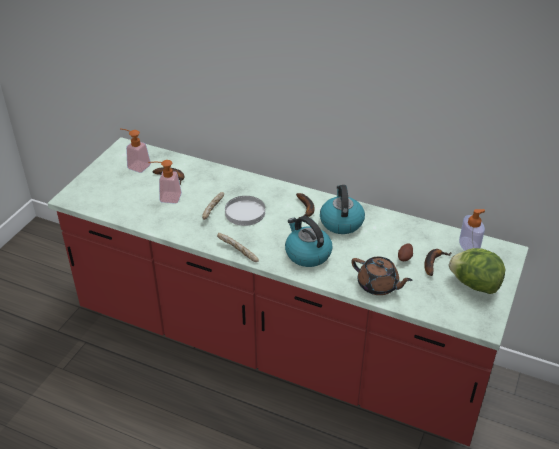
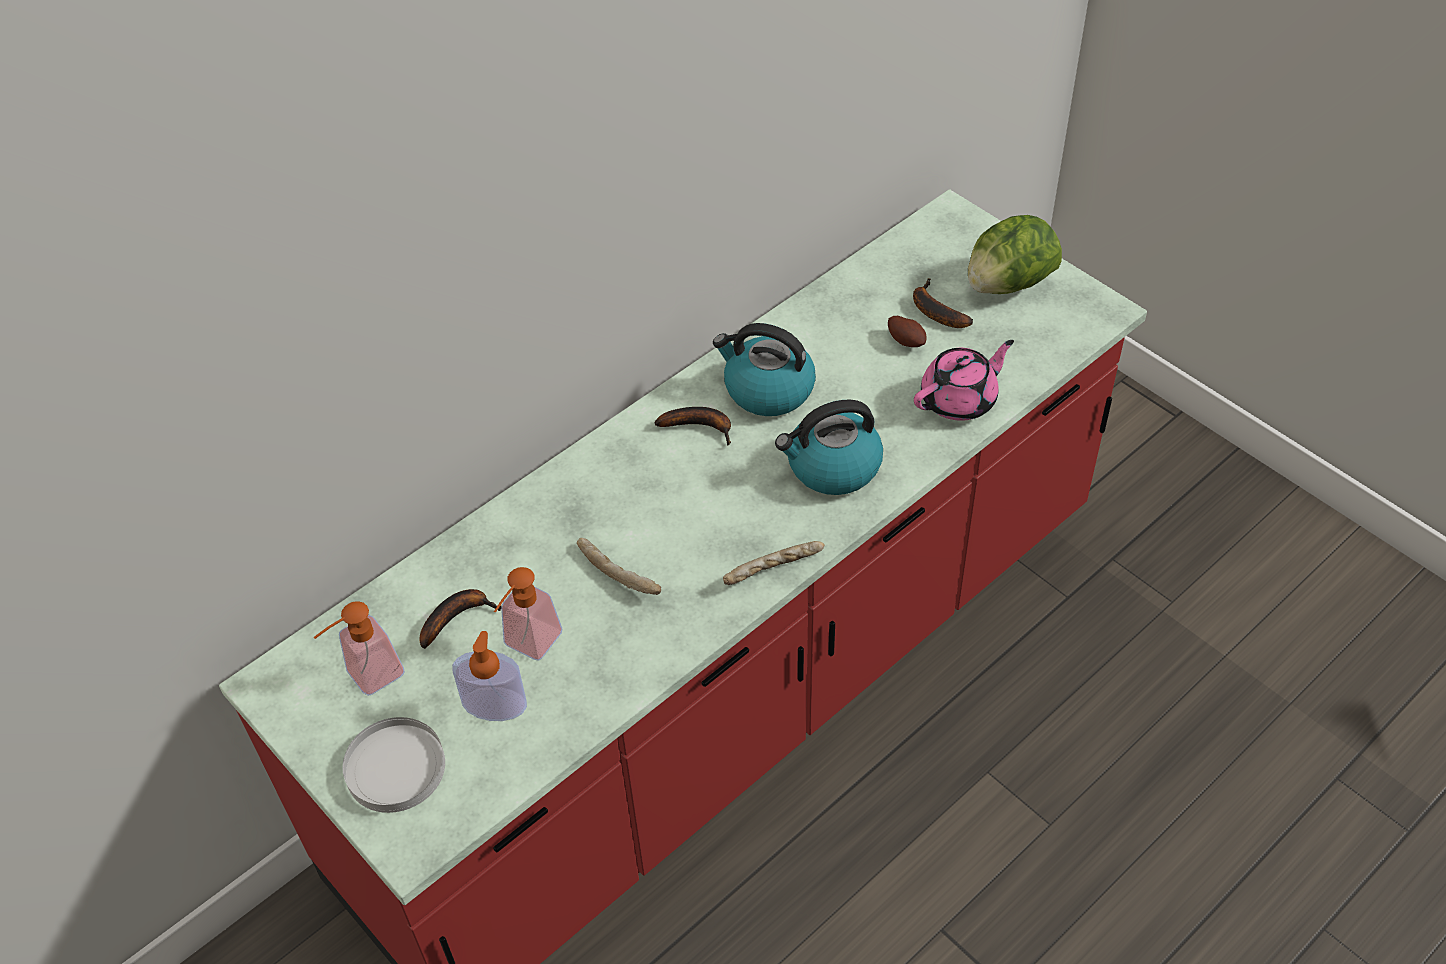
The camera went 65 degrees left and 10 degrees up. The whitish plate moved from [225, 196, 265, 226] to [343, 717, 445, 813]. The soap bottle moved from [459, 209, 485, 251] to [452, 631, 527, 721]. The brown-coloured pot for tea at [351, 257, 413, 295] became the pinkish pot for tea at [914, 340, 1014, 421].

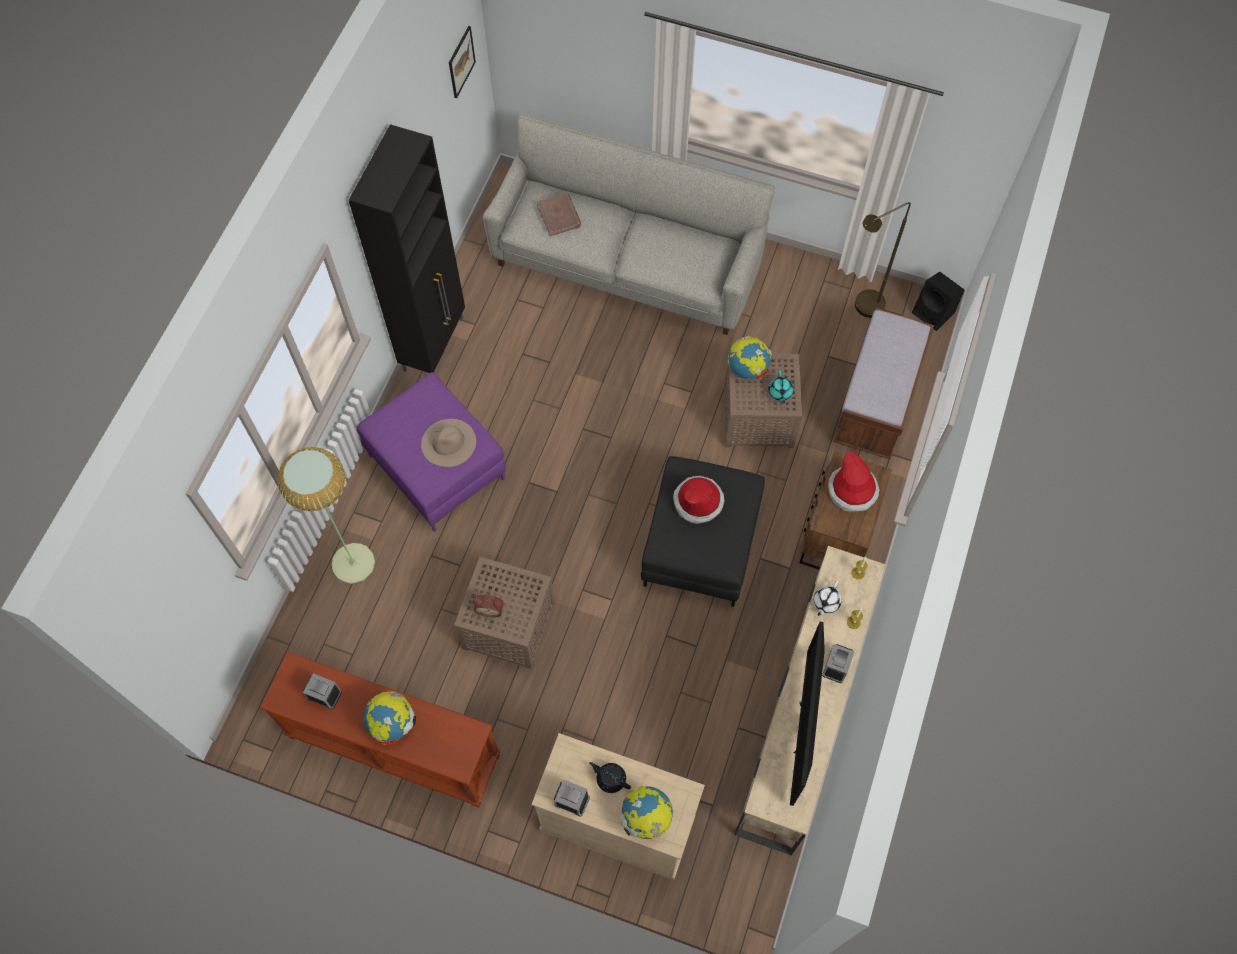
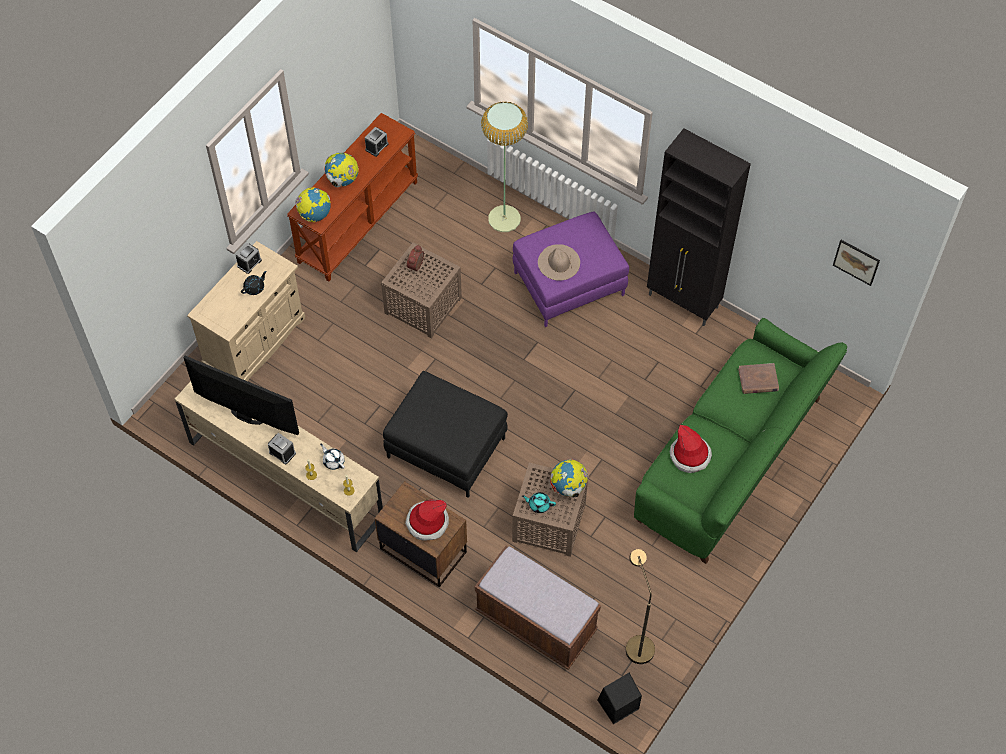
The camera went 105 degrees right and 5 degrees down. The globe moved from [621, 786, 673, 839] to [295, 188, 331, 222]. The gray sofa at [483, 114, 775, 335] became the green-coloured sofa at [634, 318, 847, 564]. The hat moved from [673, 476, 724, 524] to [670, 425, 712, 473].

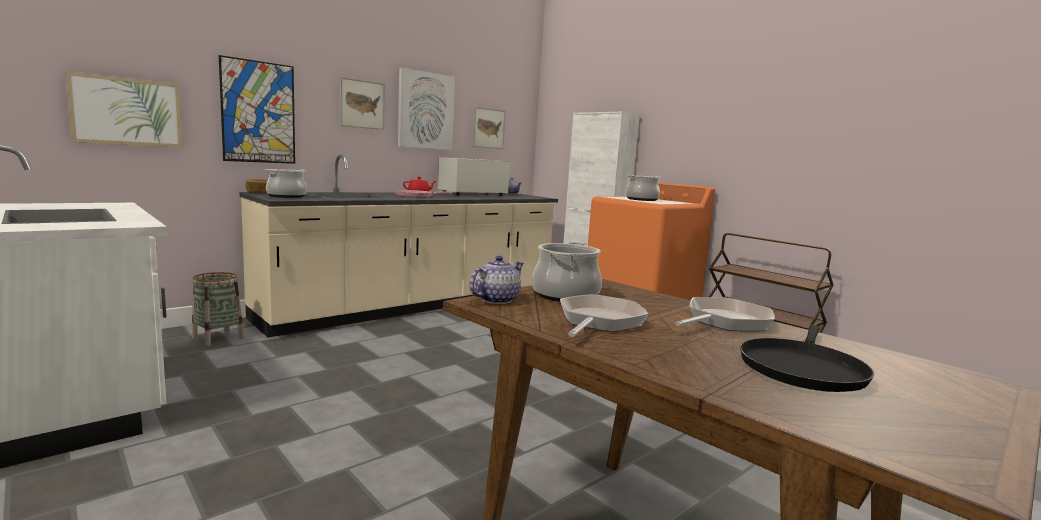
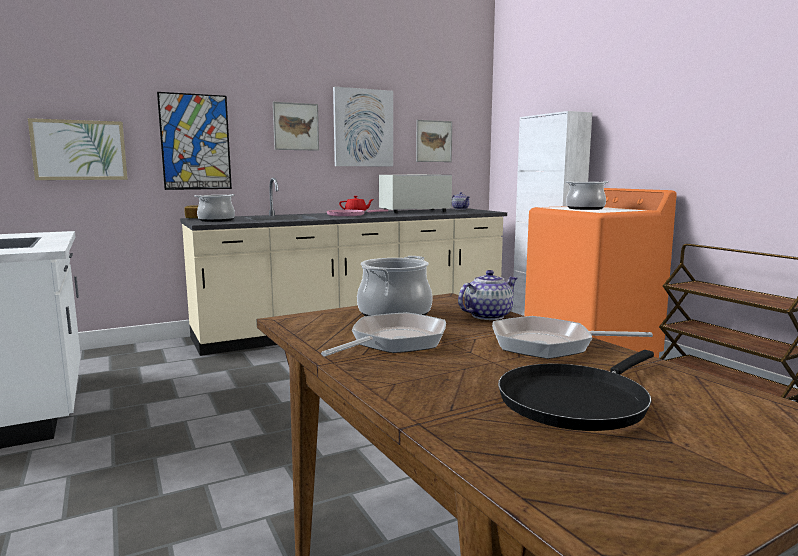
The camera went 15 degrees right and 0 degrees up. The pot for tea moved from [469, 255, 524, 304] to [458, 270, 517, 320]. The pan at [675, 297, 775, 331] turned 150 degrees counterclockwise. The storage basket at [192, 272, 244, 346] disappeared.

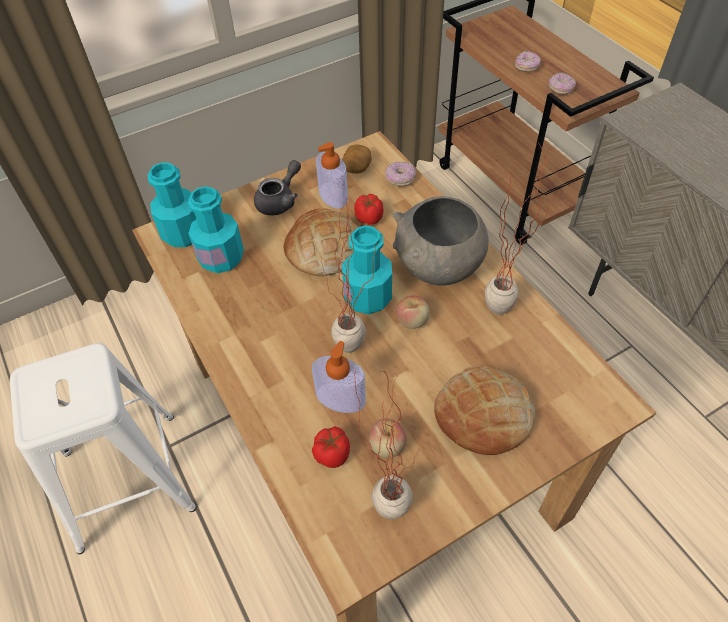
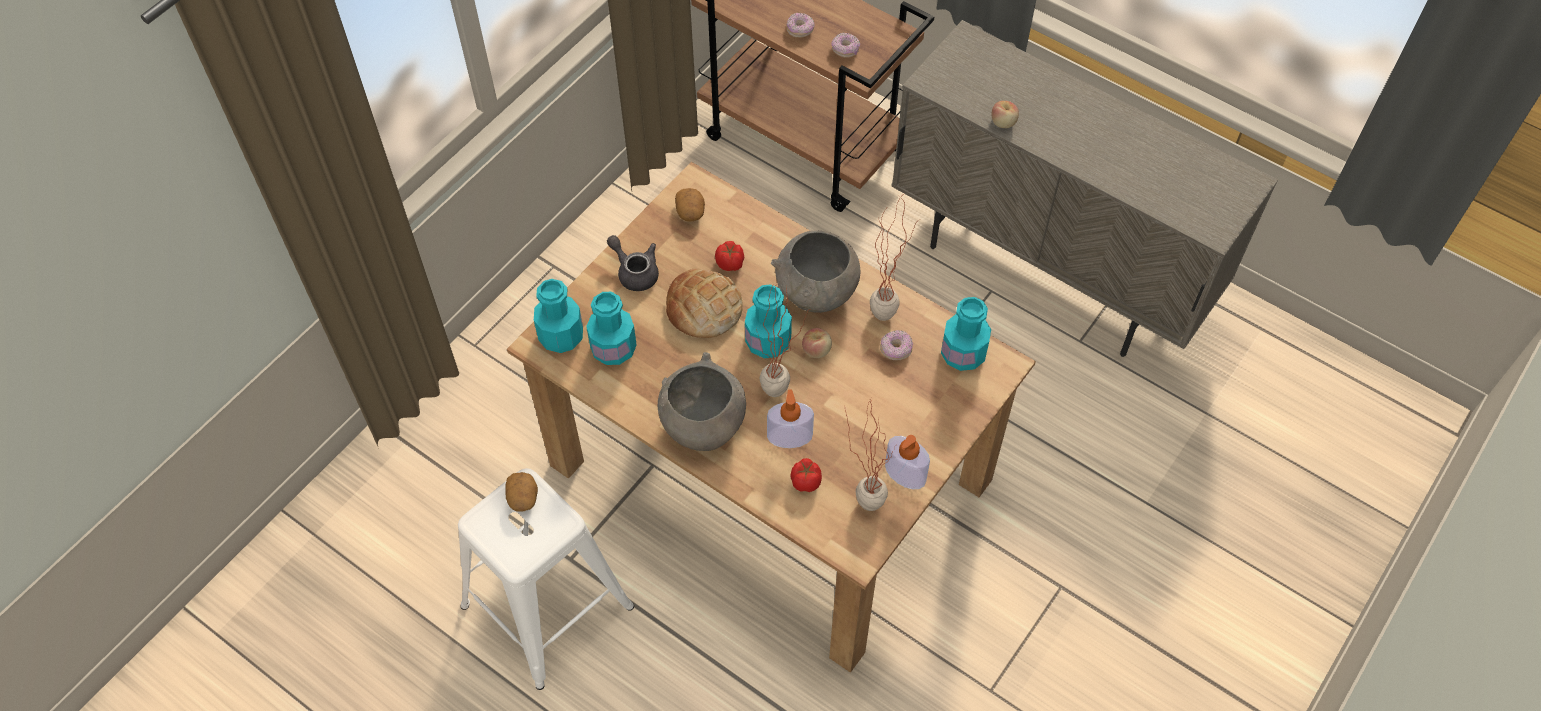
The camera went 25 degrees left and 5 degrees up. The whole potato at [505, 472, 538, 512] appeared. The gray pot for tea at [254, 160, 301, 216] turned 60 degrees counterclockwise. The gray bowl at [658, 352, 746, 451] appeared. The doughnut moved from [385, 162, 416, 186] to [880, 330, 913, 361]. The soap bottle moved from [316, 142, 348, 209] to [885, 435, 930, 489]. The turquoise-coloured bottle at [941, 297, 991, 371] appeared. The apple moved from [369, 418, 407, 458] to [991, 101, 1019, 128]. The bread at [434, 366, 536, 455] disappeared.

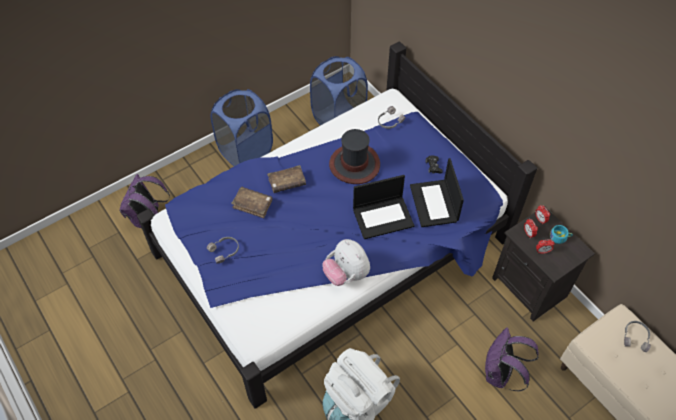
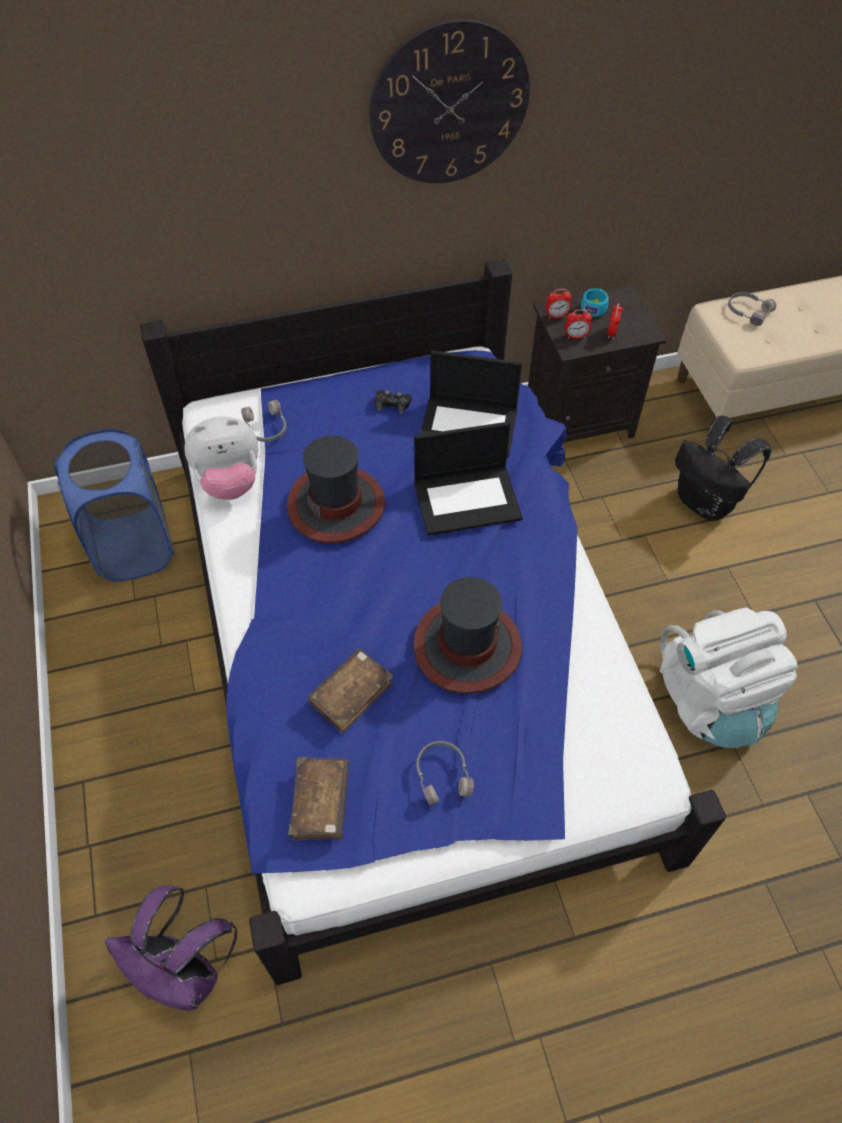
The camera went 70 degrees left and 0 degrees up. The soft toy moved from [323, 239, 370, 286] to [184, 416, 258, 500]. The brown-coloured volume moved from [267, 165, 306, 193] to [289, 757, 349, 840]. The wall clock at [369, 19, 530, 183] appeared. The hat at [413, 577, 522, 694] appeared. The laptop at [353, 175, 415, 239] turned 75 degrees clockwise. The purple knapsack at [485, 327, 539, 391] became the blackish knapsack at [675, 416, 772, 521]. The bluish washing basket at [210, 89, 273, 166] disappeared.

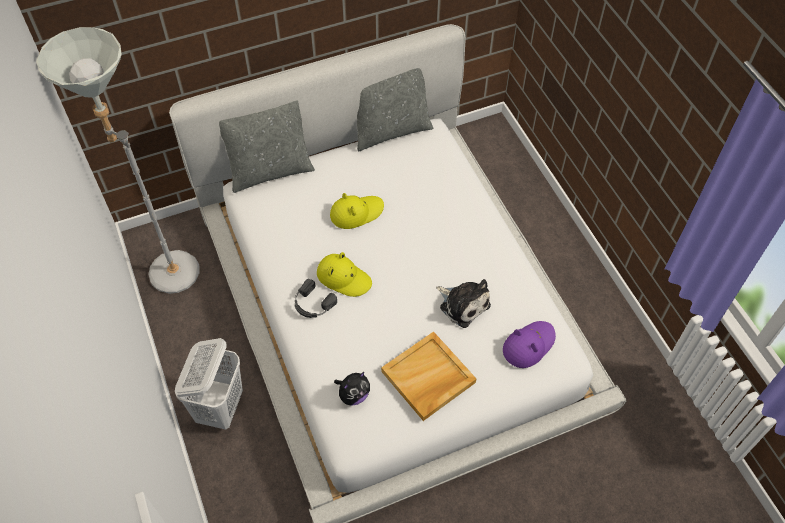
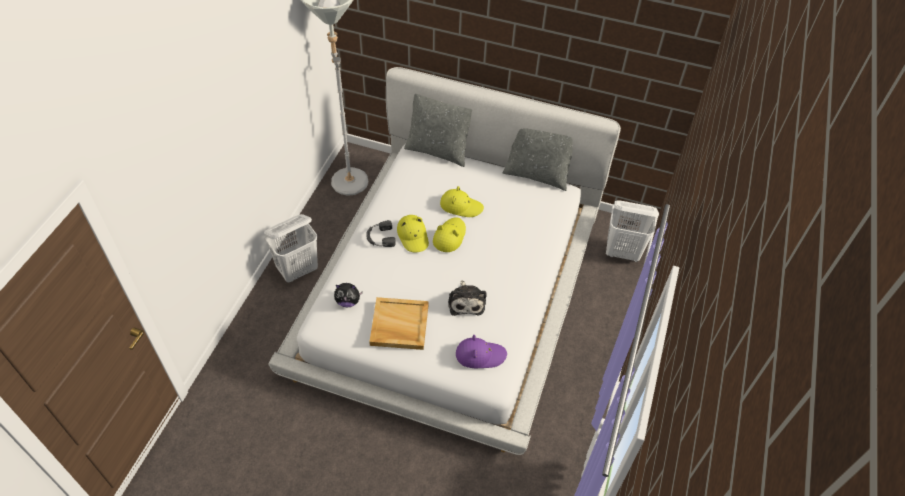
The camera went 40 degrees right and 5 degrees down. The yellow hat at [433, 217, 466, 252] appeared. The whitish washing basket at [606, 200, 659, 262] appeared.

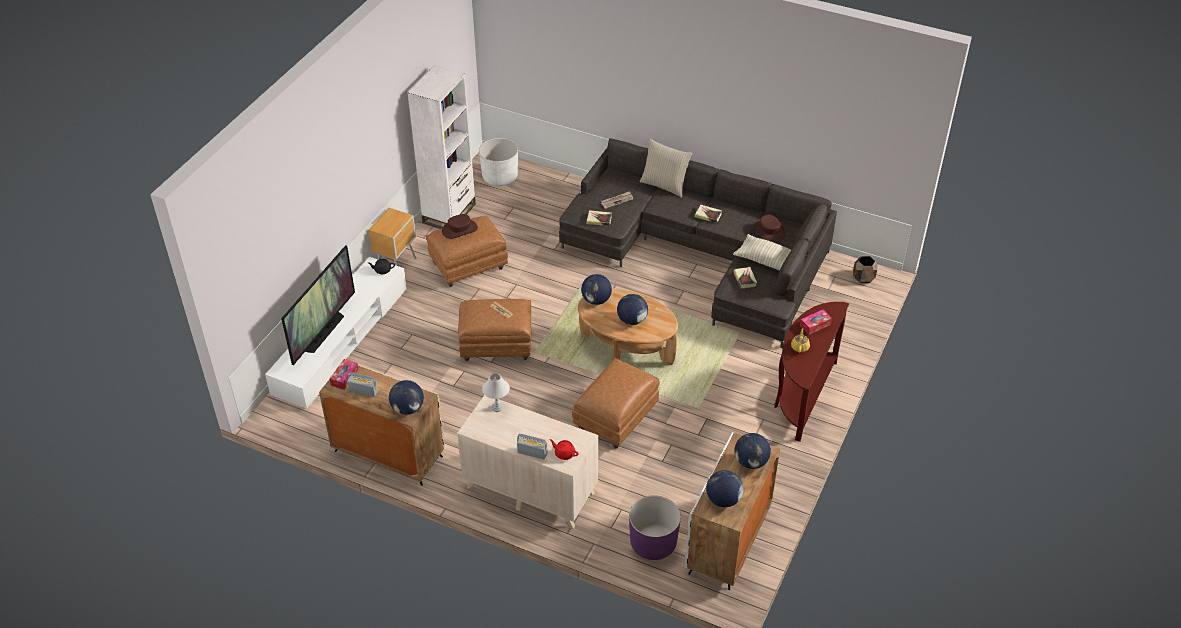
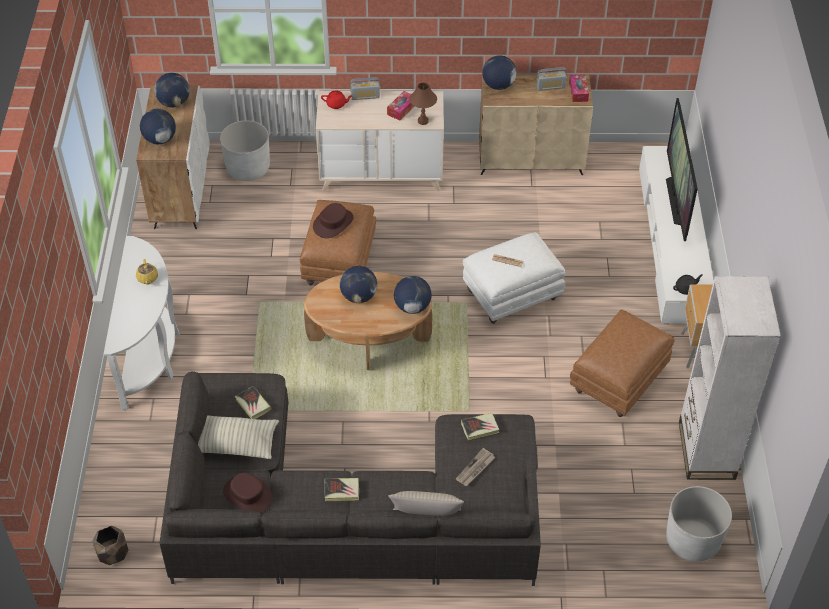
The camera went 155 degrees right and 5 degrees up. The brown-coloured narrow table at [774, 302, 849, 442] became the whitish narrow table at [104, 236, 180, 410]. The purple flower pot at [629, 495, 681, 560] became the whitish flower pot at [220, 120, 270, 181]. The brown-coloured hat moved from [442, 214, 478, 239] to [313, 203, 354, 238]. The box of tissues moved from [800, 310, 832, 335] to [387, 91, 415, 121]. The whitish lamp for a table at [482, 373, 510, 412] became the brown-coloured lamp for a table at [409, 82, 437, 125]. The brown-coloured ottoman at [458, 299, 531, 361] became the whitish ottoman at [463, 232, 565, 324].

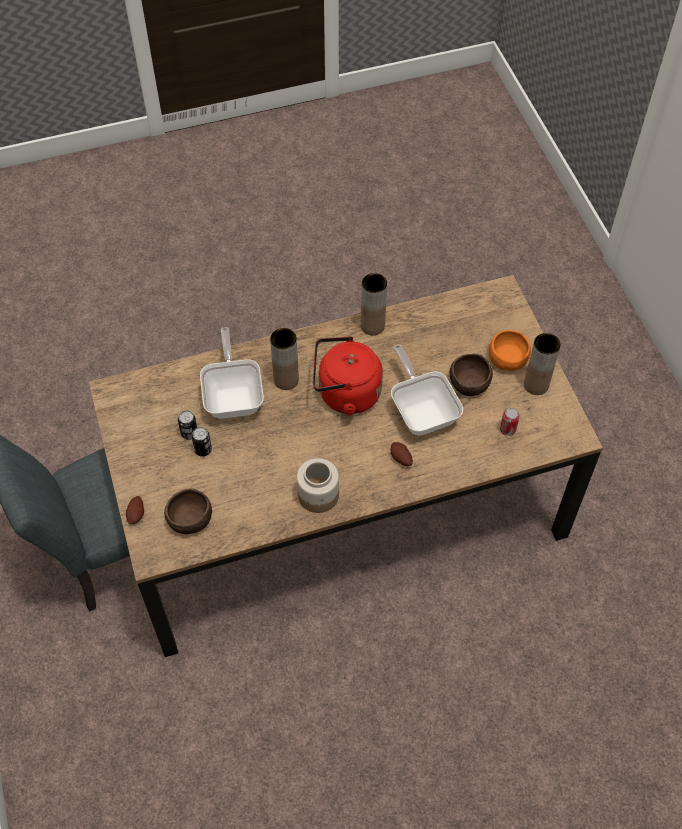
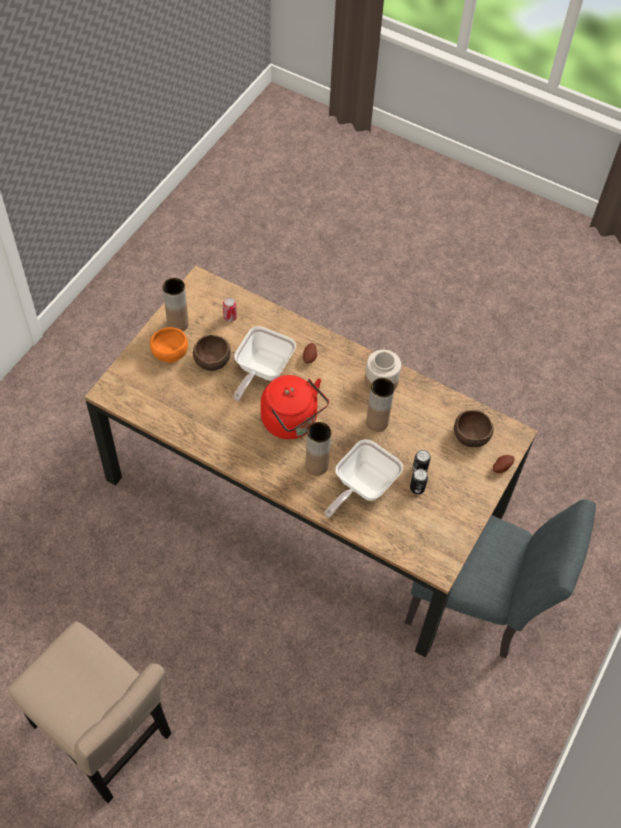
The camera went 135 degrees left and 0 degrees up. The sand-coloured chair at [8, 622, 171, 803] appeared. The brown-coloured vase moved from [361, 273, 387, 335] to [366, 378, 395, 432].

